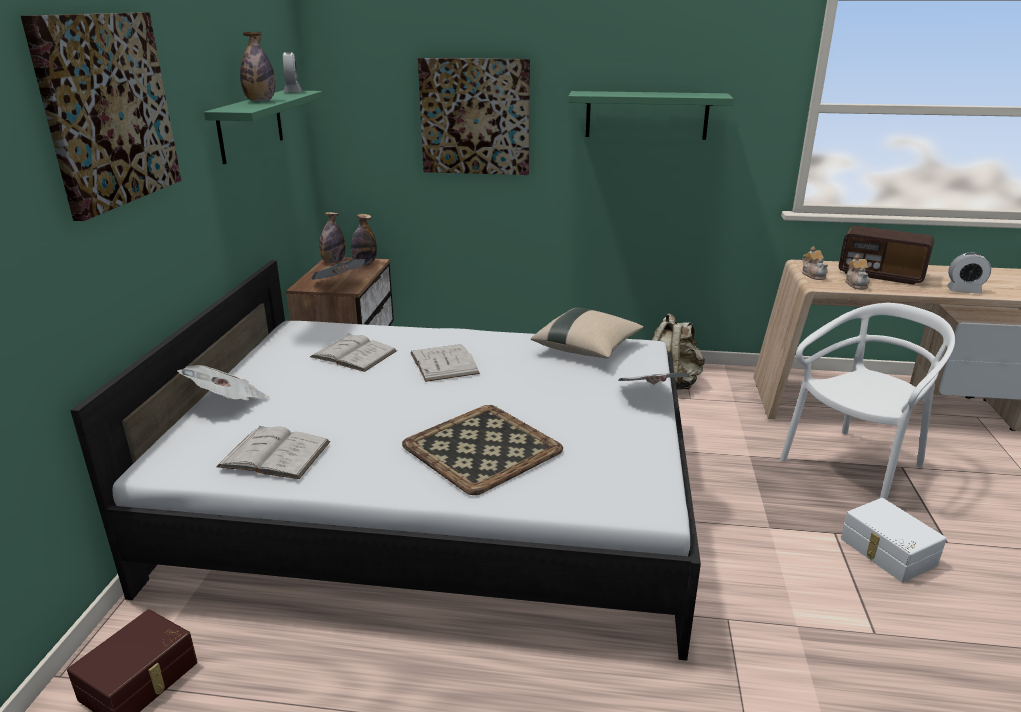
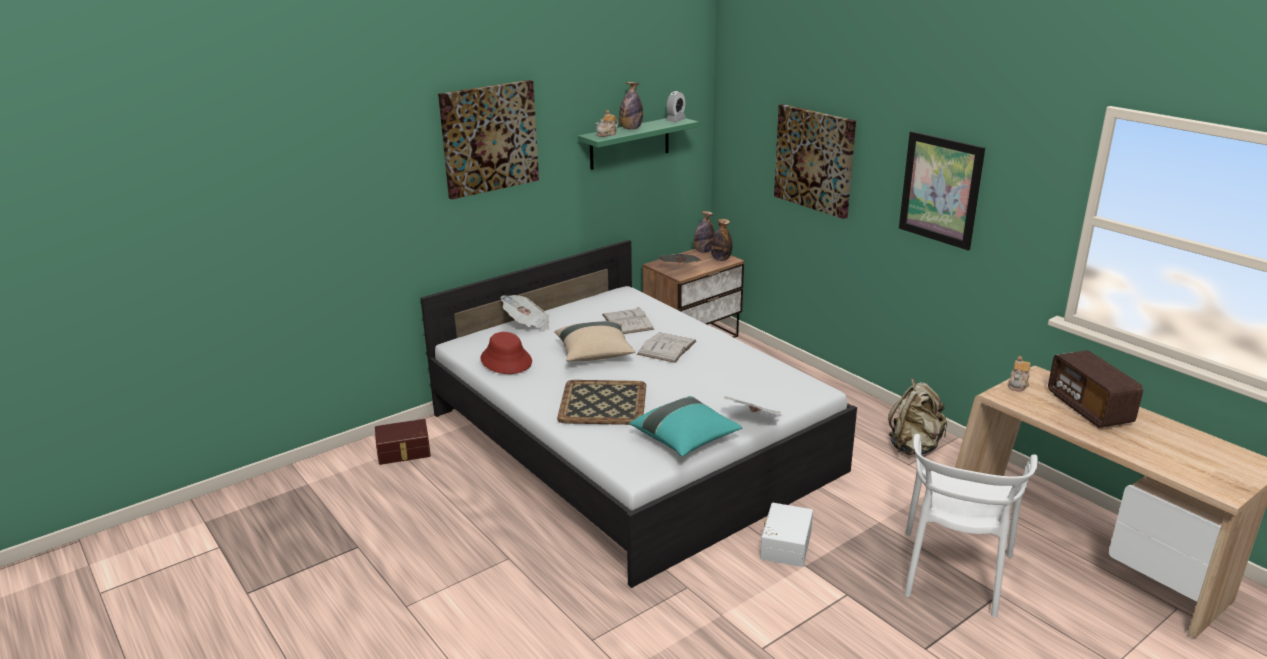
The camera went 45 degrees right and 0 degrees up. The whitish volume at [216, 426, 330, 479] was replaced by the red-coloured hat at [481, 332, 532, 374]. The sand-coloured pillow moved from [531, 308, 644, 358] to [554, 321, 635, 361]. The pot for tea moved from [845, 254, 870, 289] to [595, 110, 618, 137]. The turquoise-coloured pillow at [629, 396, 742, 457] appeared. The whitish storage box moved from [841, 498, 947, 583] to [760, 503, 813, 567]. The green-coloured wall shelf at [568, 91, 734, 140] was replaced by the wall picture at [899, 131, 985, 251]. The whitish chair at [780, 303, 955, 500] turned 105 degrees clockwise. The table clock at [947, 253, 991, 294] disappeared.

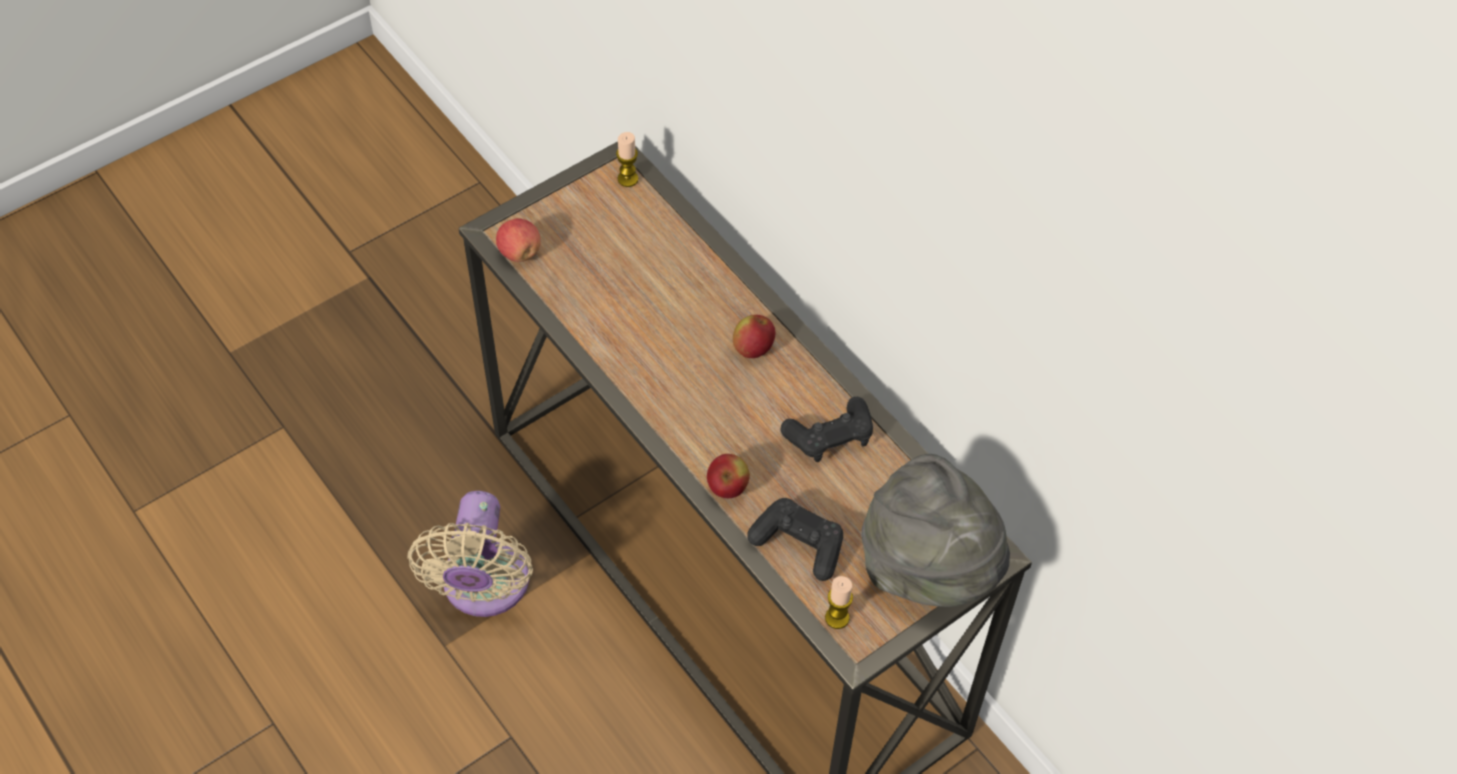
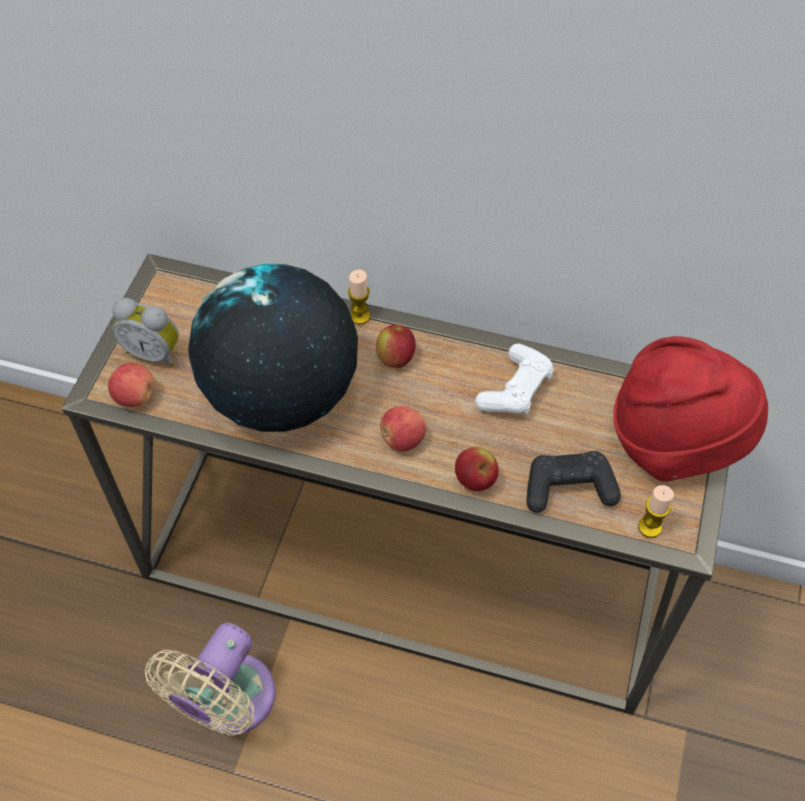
The camera went 35 degrees left and 0 degrees up. The table clock at [112, 298, 179, 367] appeared. The sand-coloured electric fan at [407, 491, 533, 617] turned 60 degrees clockwise. The globe at [188, 264, 358, 432] appeared. The wax candle moved from [616, 132, 638, 187] to [348, 269, 370, 324]. The apple at [380, 406, 427, 451] appeared. The blackish joypad at [780, 397, 873, 462] became the whitish joypad at [475, 343, 554, 415]. The gray hat at [861, 454, 1010, 607] became the red-coloured hat at [613, 336, 768, 482].

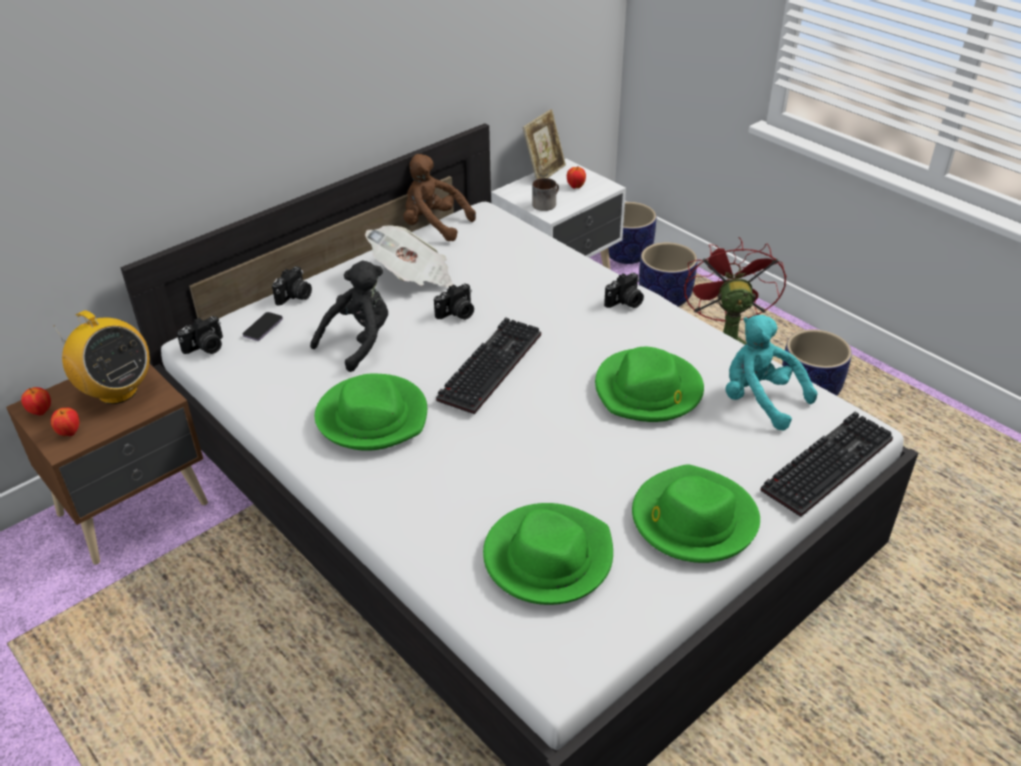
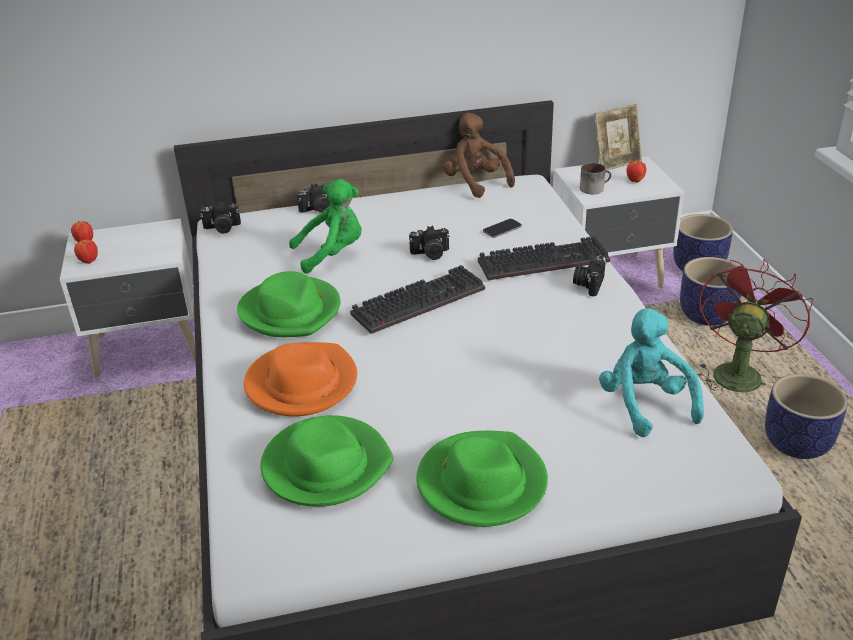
The camera went 30 degrees right and 5 degrees down. The brown-coloured nightstand at [6, 363, 208, 565] became the whitish nightstand at [60, 218, 196, 377]. The orange-coloured hat at [244, 342, 357, 417] appeared. The blackish soft toy at [310, 261, 388, 372] became the green-coloured soft toy at [289, 179, 362, 274]. The PC keyboard moved from [760, 411, 893, 517] to [478, 236, 610, 280]. The telephone moved from [243, 312, 283, 341] to [483, 219, 522, 238]. The still camera at [604, 273, 644, 308] turned 120 degrees clockwise. The radio set at [54, 310, 150, 404] disappeared. The printed paper at [365, 225, 453, 287] disappeared. The green-coloured hat at [595, 346, 704, 422] disappeared.

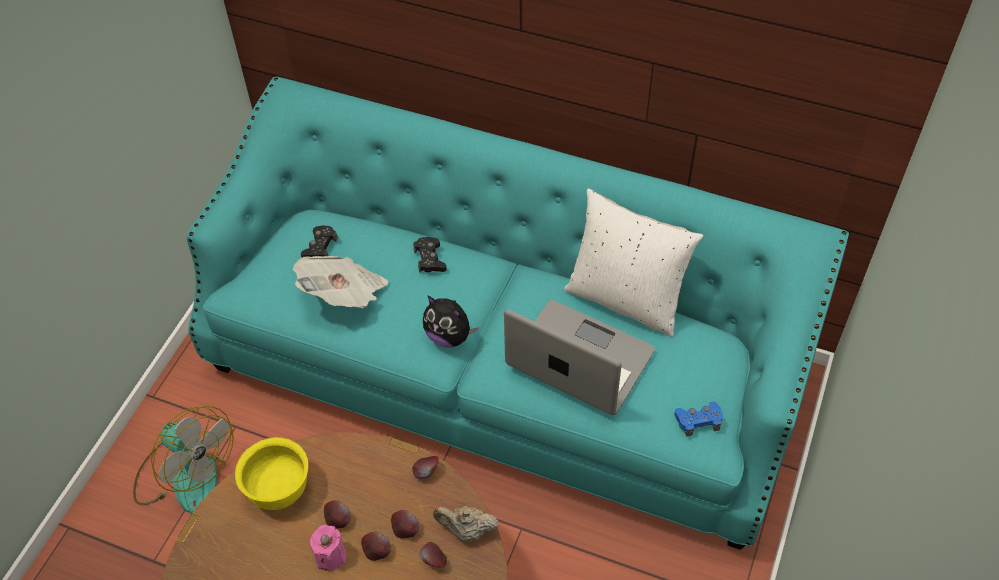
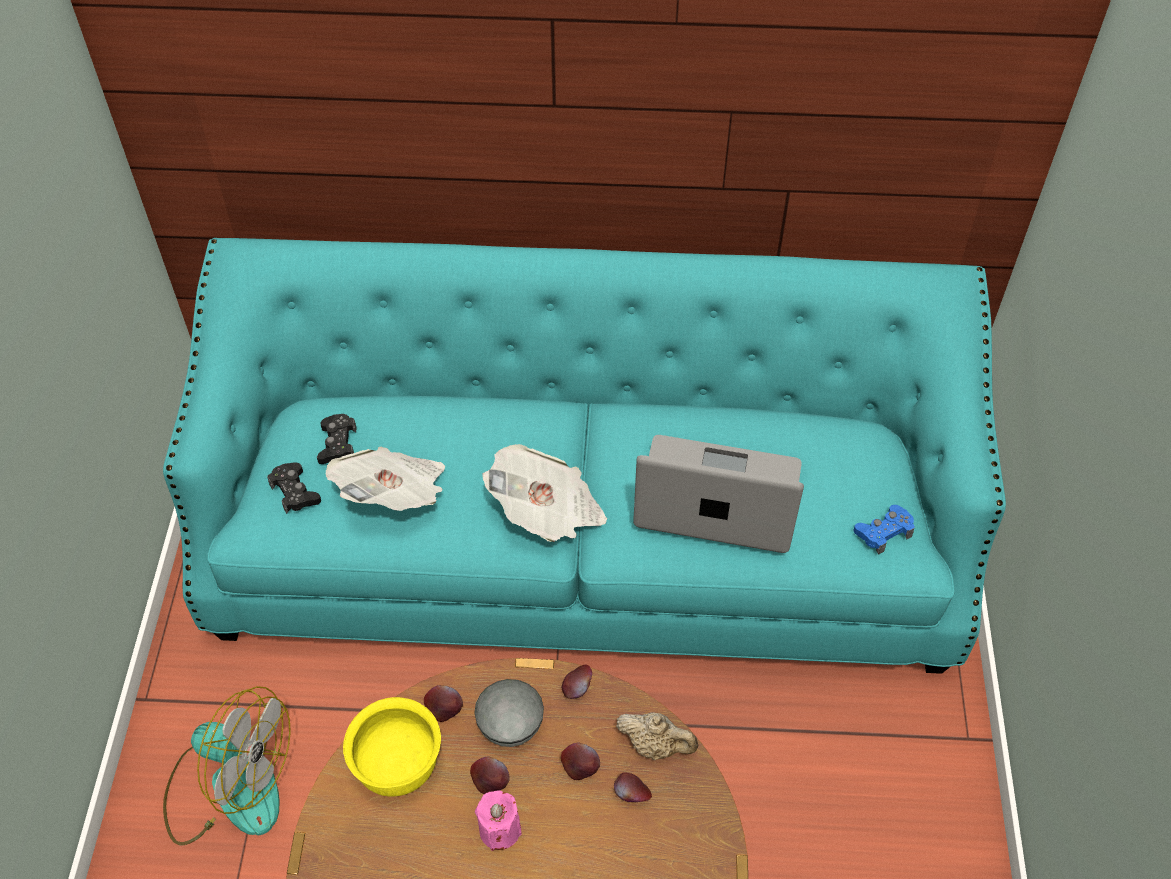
The camera went 20 degrees left and 0 degrees up. The blackish joypad moved from [413, 237, 447, 272] to [267, 462, 321, 514]. The apple moved from [361, 532, 391, 561] to [424, 685, 463, 722]. The gray bowl at [474, 679, 544, 747] appeared. The soft toy at [423, 295, 479, 347] was replaced by the printed paper at [482, 444, 607, 542]. The sand-coloured pot for tea at [433, 506, 499, 542] turned 150 degrees counterclockwise. The whitish pillow at [564, 189, 703, 337] disappeared.

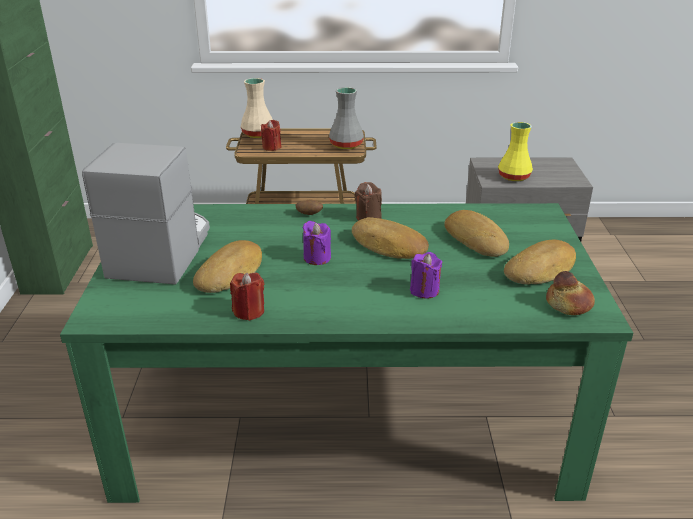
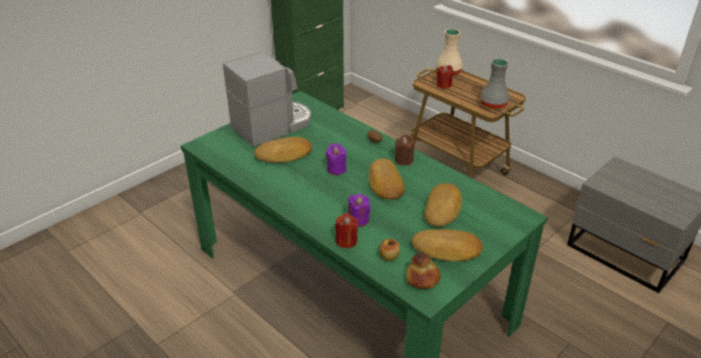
The camera went 45 degrees right and 5 degrees up. The red-coloured wax candle moved from [230, 272, 264, 321] to [335, 213, 358, 248]. The apple at [379, 239, 400, 261] appeared. The yellow vase at [498, 122, 533, 181] disappeared.

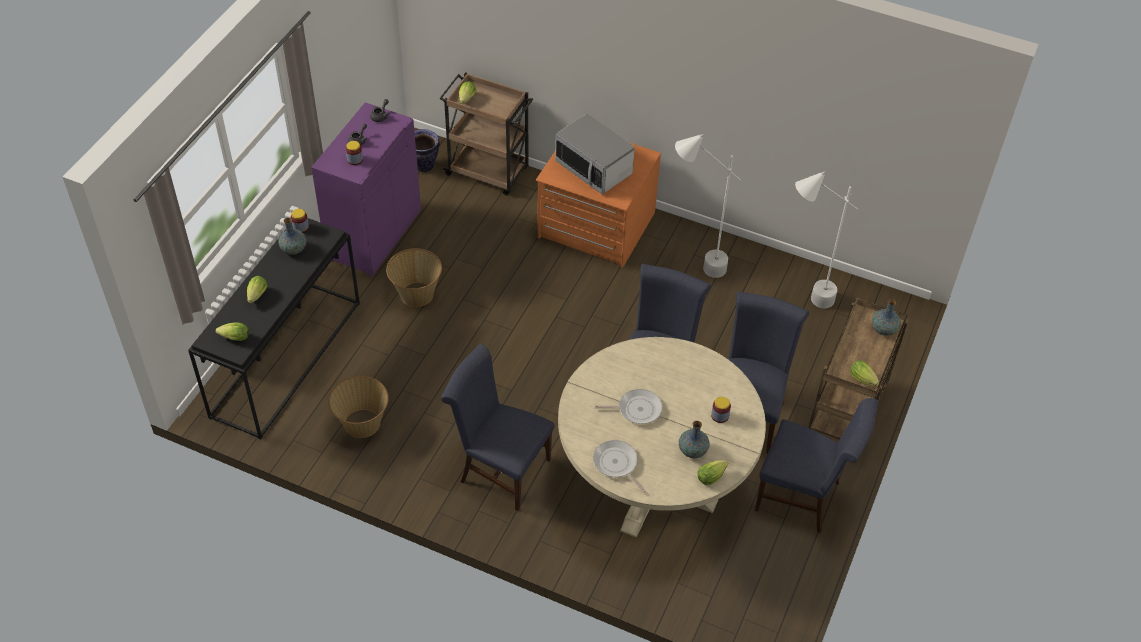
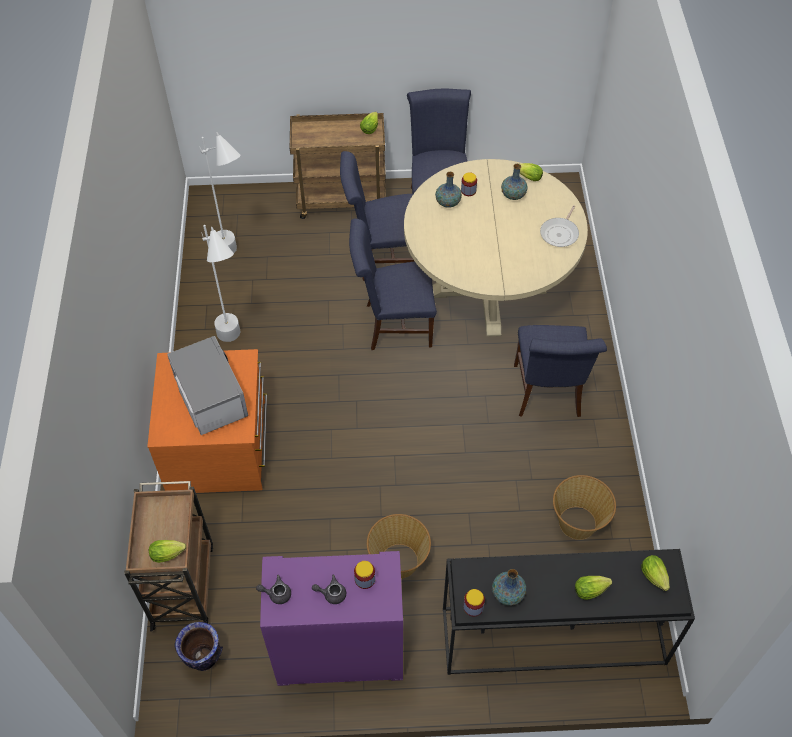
The camera went 115 degrees left and 5 degrees up. The microwave at [555, 114, 635, 194] turned 45 degrees counterclockwise. The vase moved from [872, 299, 901, 336] to [435, 172, 462, 208]. The pan at [595, 389, 662, 424] disappeared.

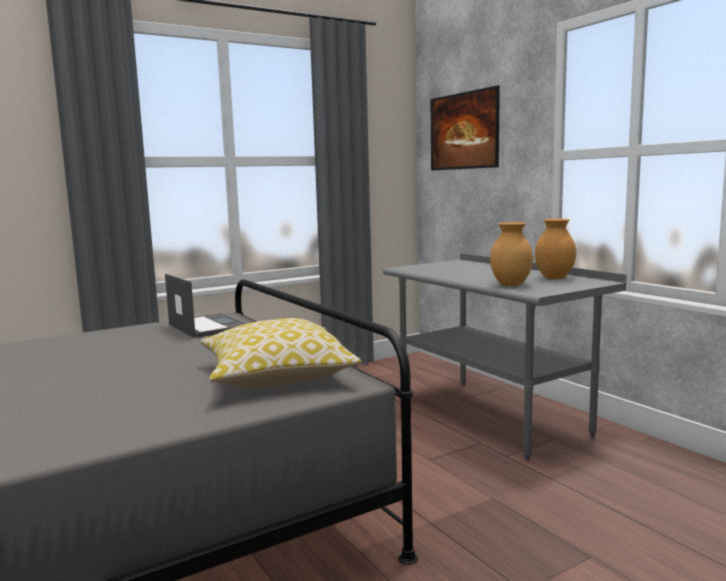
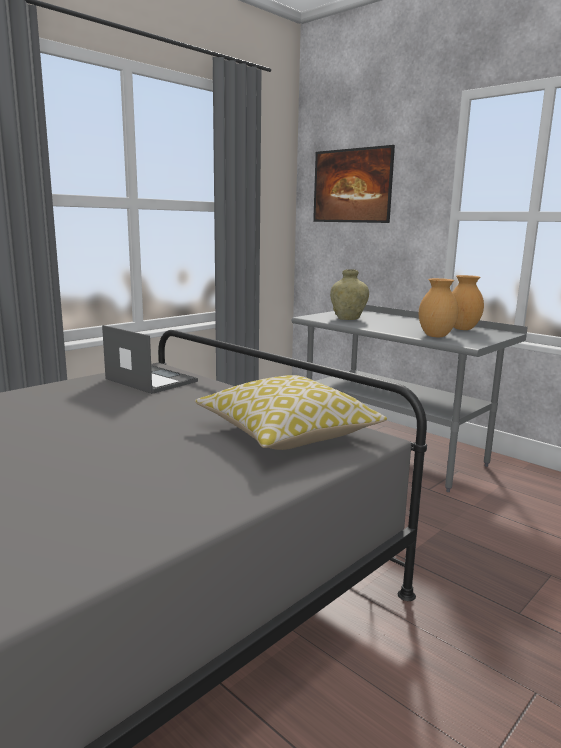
The camera went 15 degrees left and 5 degrees up. The sand-coloured vase at [330, 269, 369, 320] appeared.

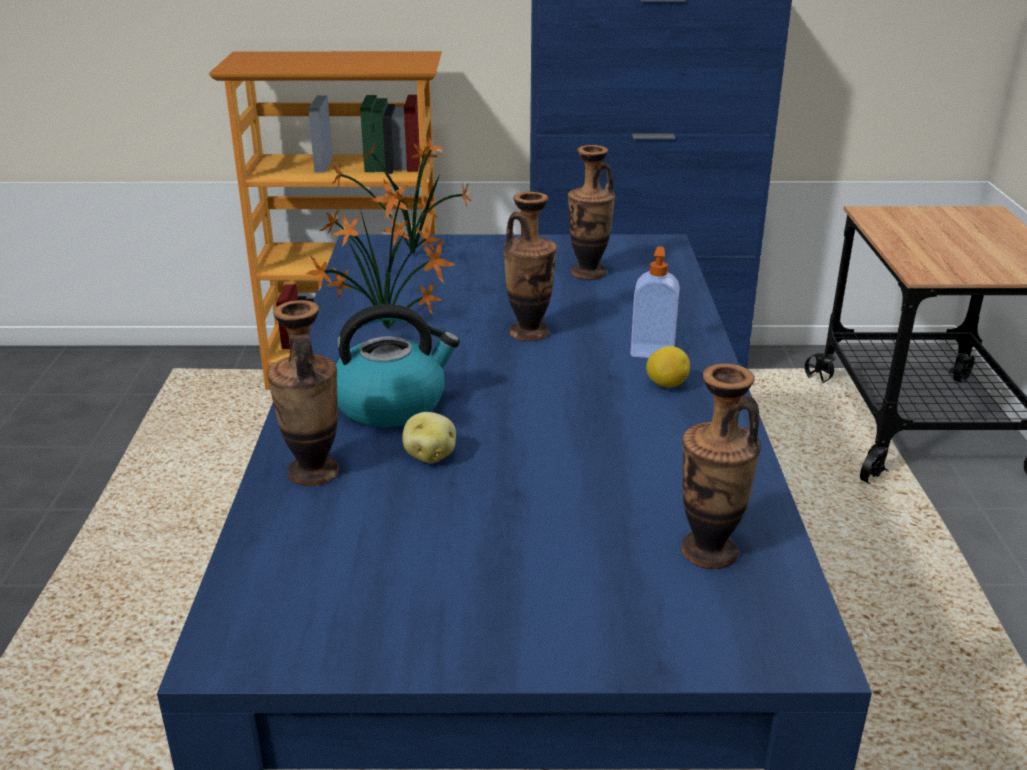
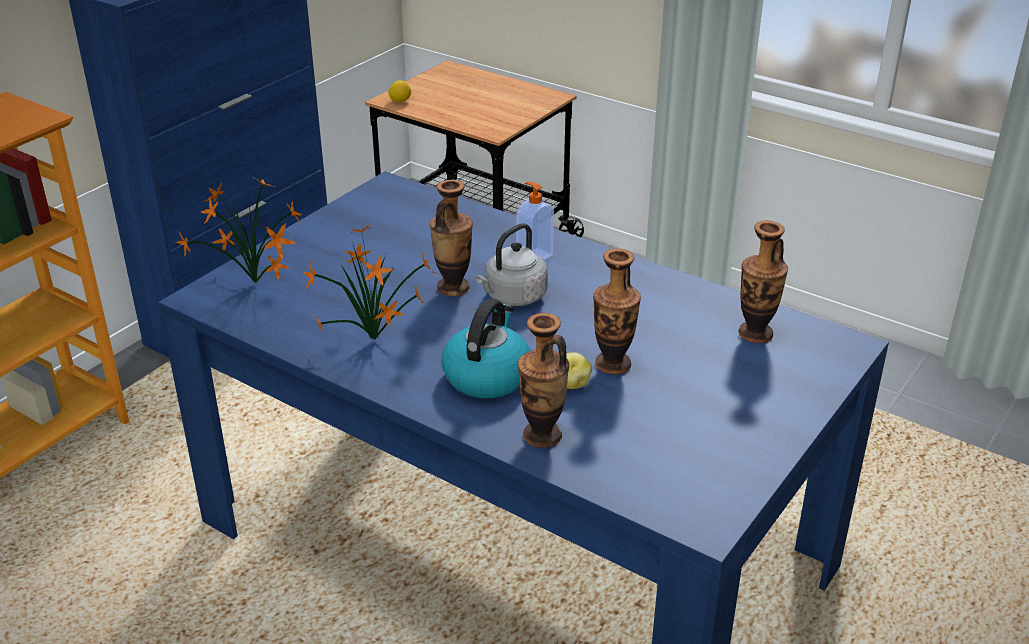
The camera went 55 degrees left and 5 degrees up. The lemon moved from [646, 346, 690, 387] to [389, 80, 411, 102]. The gray kettle at [476, 223, 548, 306] appeared. The vase moved from [568, 145, 615, 280] to [593, 249, 641, 374].

